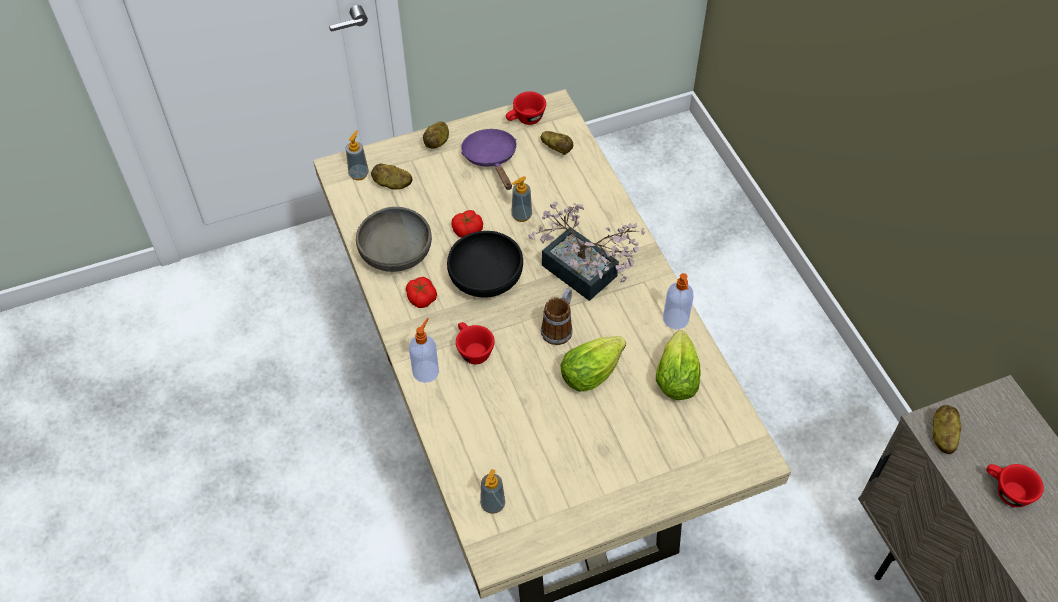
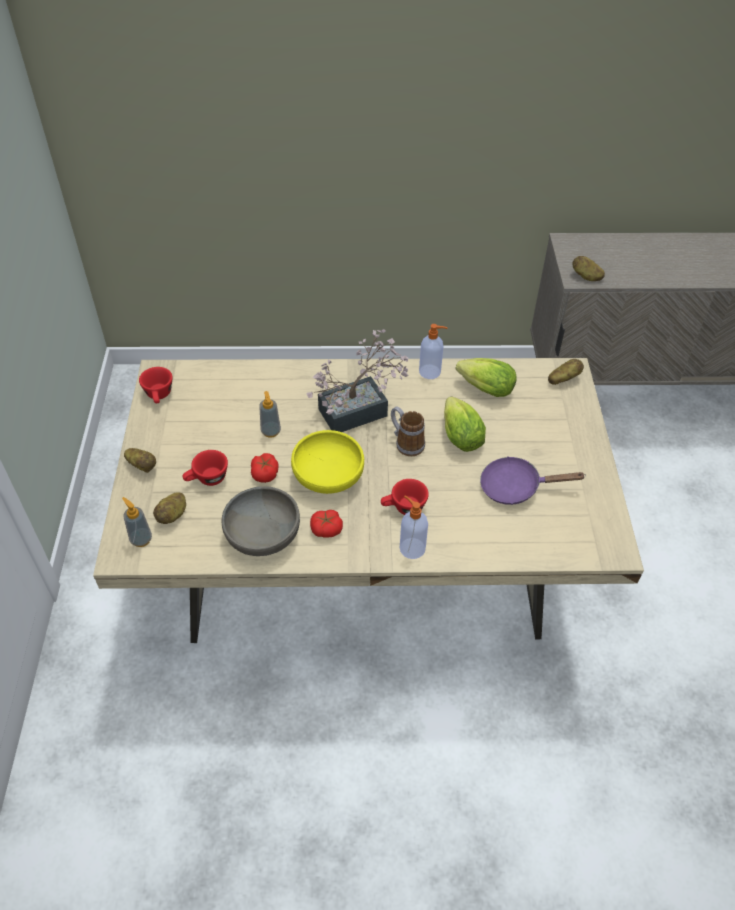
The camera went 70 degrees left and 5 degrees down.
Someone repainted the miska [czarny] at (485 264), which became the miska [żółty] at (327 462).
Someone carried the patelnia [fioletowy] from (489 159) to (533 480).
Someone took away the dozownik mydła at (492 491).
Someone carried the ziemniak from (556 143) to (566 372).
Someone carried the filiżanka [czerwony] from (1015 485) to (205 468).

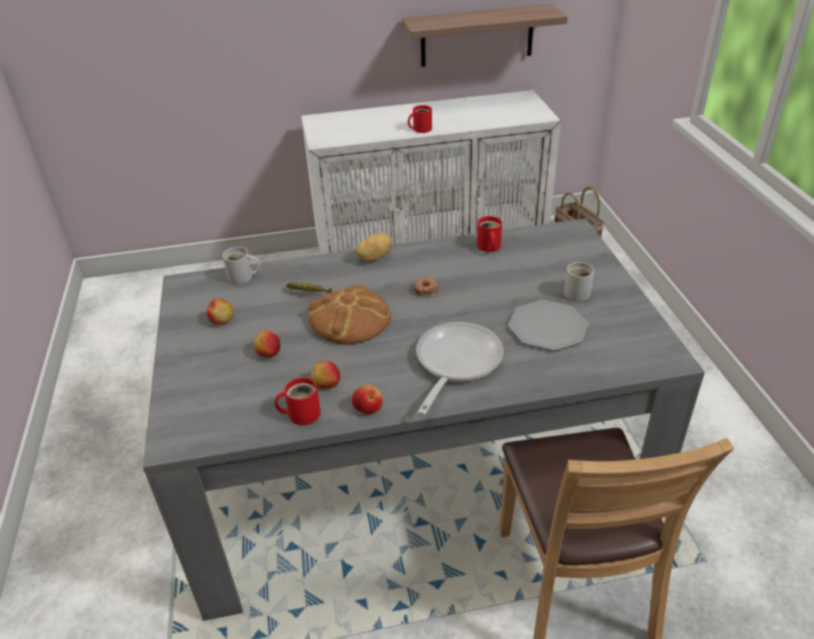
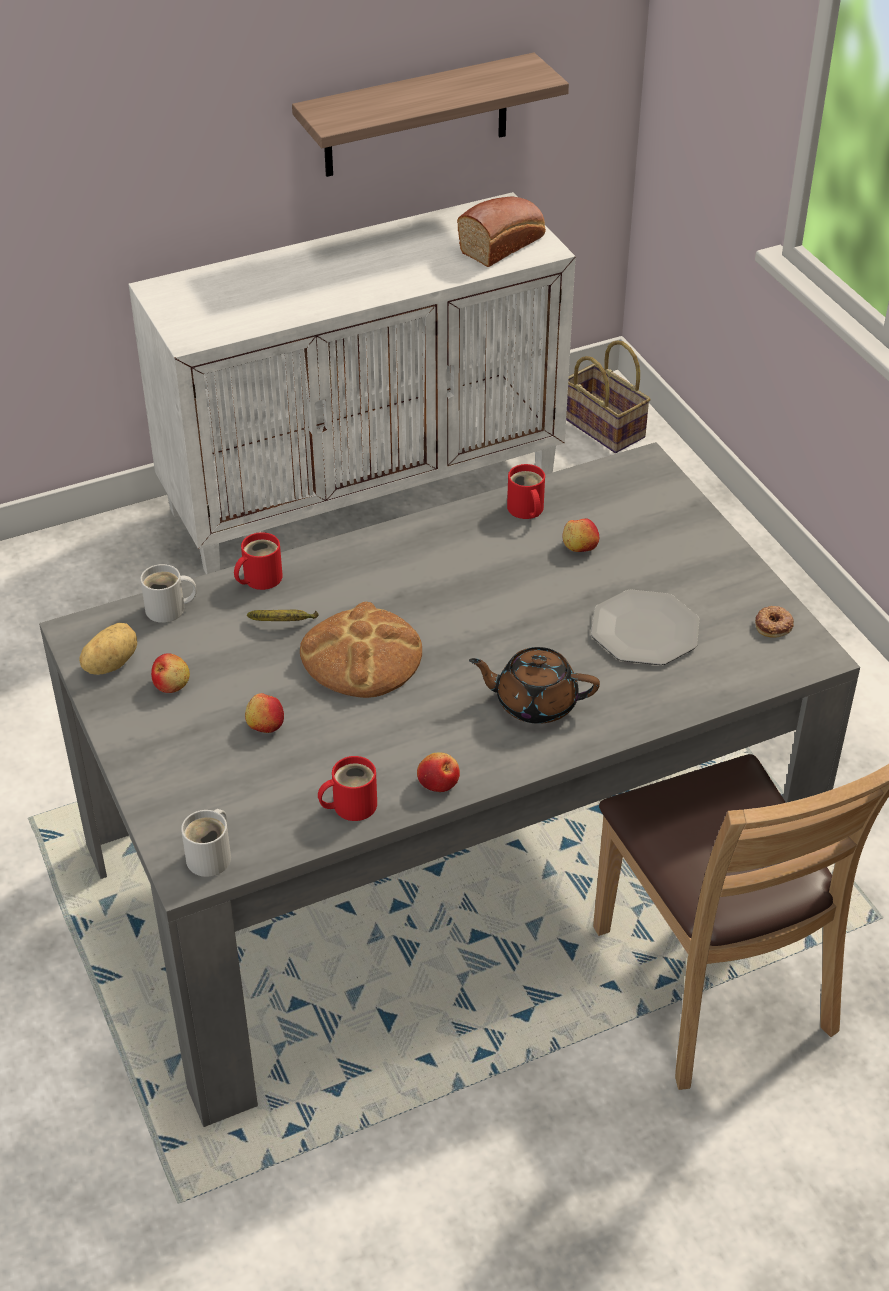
The camera went 15 degrees left and 5 degrees up.
Someone carried the jabłko from (325 374) to (580 535).
Someone carried the ziemniak from (374 246) to (108 649).
Someone carried the kubek [czerwony] from (420 119) to (258 561).
Someone carried the donut from (426 287) to (774 622).
Someone swapped the patelnia at (460 368) for the imbryk [brązowy] at (534 685).
Someone carried the kubek [biały] from (579 281) to (206 843).
Someone put down the chleb at (501 232).

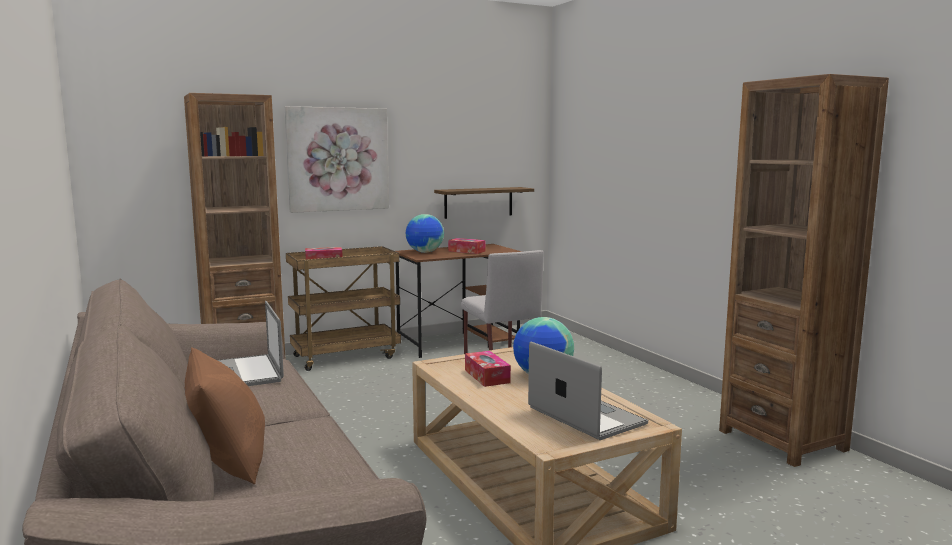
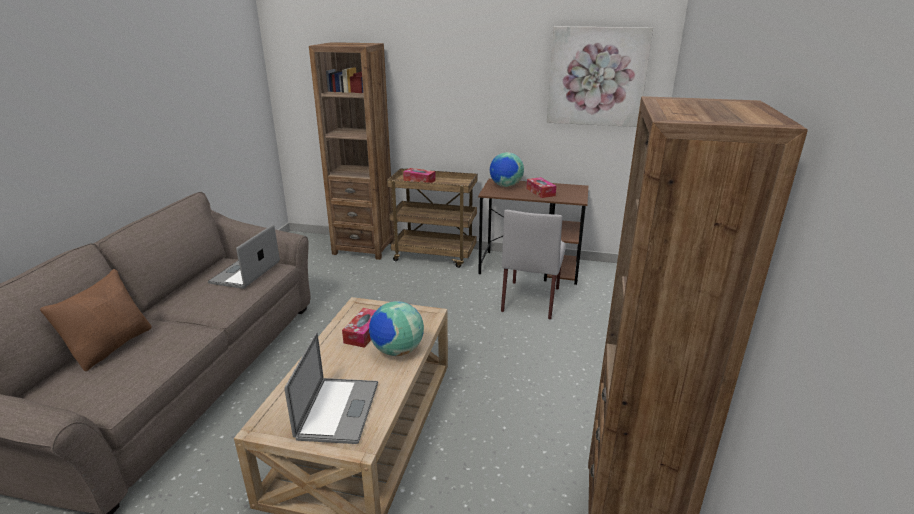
The camera went 40 degrees right and 15 degrees up.
Someone carried the obraz from (337 159) to (600 76).
Someone took away the półka at (484 203).

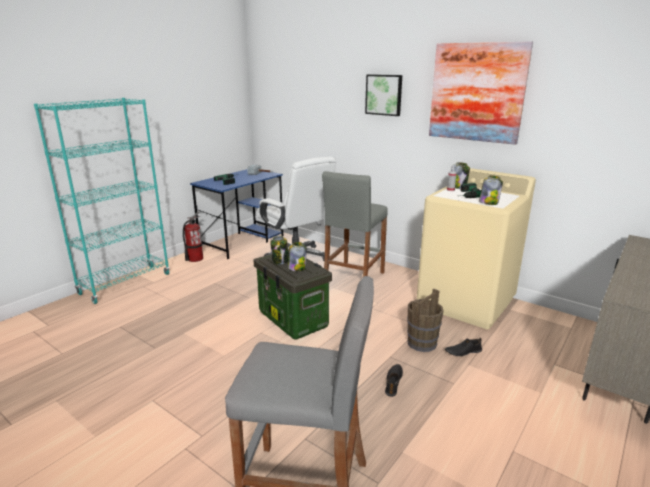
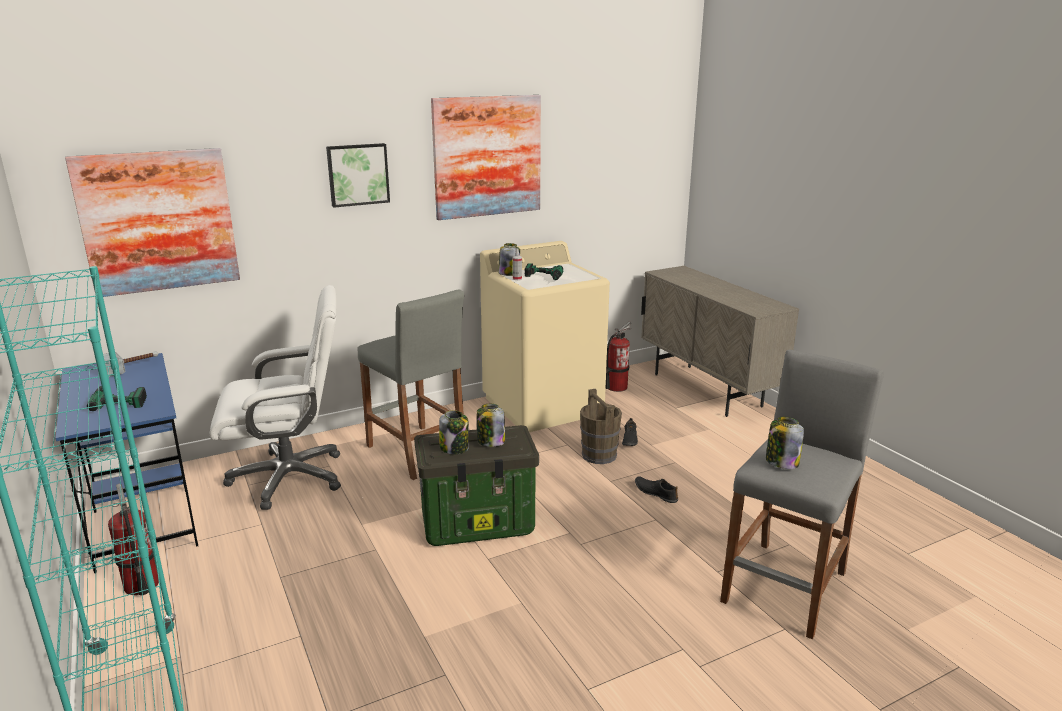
The camera went 65 degrees left and 0 degrees up.
Someone carried the słoik from (491 190) to (785 443).
Someone put up the obraz at (152 222).
Someone put down the gaśnica at (618 357).

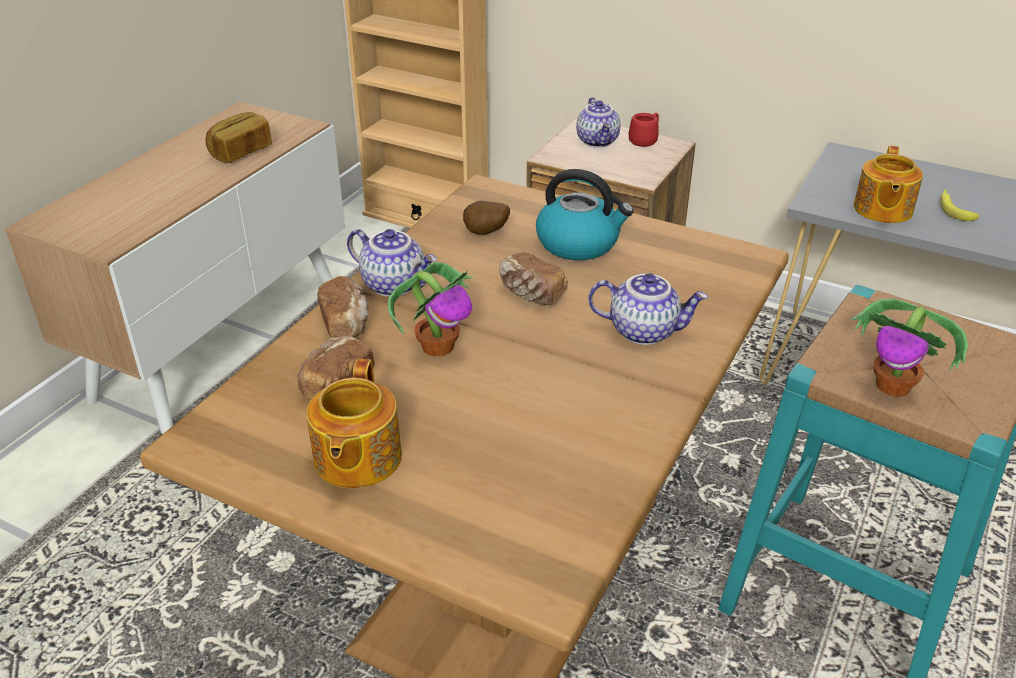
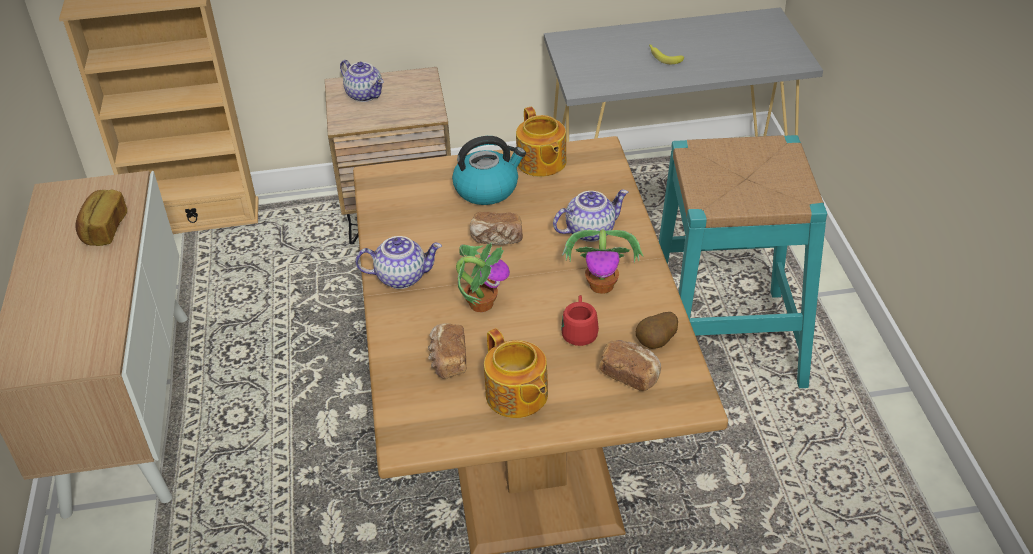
The camera went 35 degrees left and 5 degrees up.
Someone carried the chleb from (343 307) to (630 365).
Someone carried the ziemniak from (486 218) to (656 330).
Someone carried the kubek [czerwony] from (644 130) to (580 320).
Someone carried the roślina doniczkowa from (909 347) to (603 261).
Someone carried the imbryk from (888 184) to (541 142).

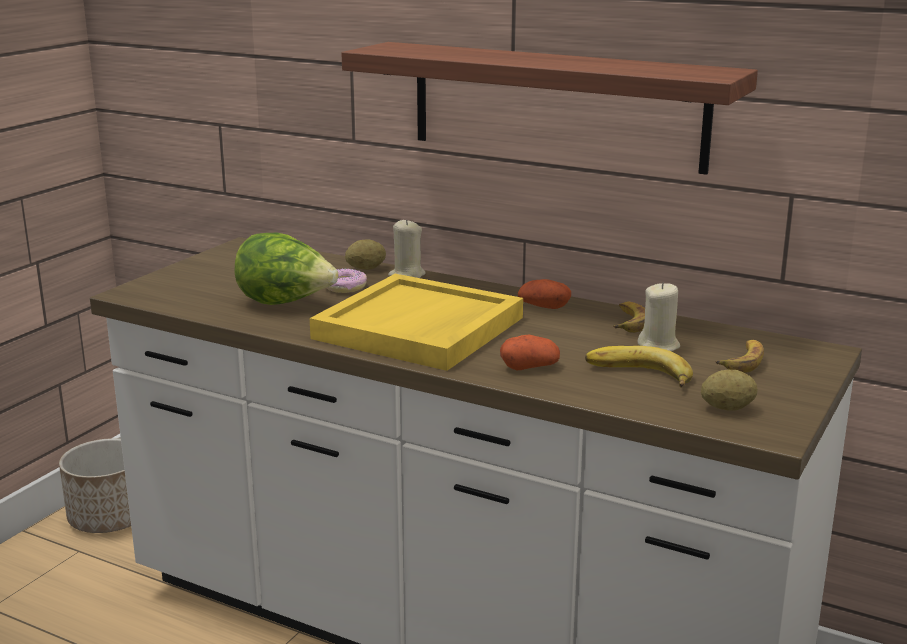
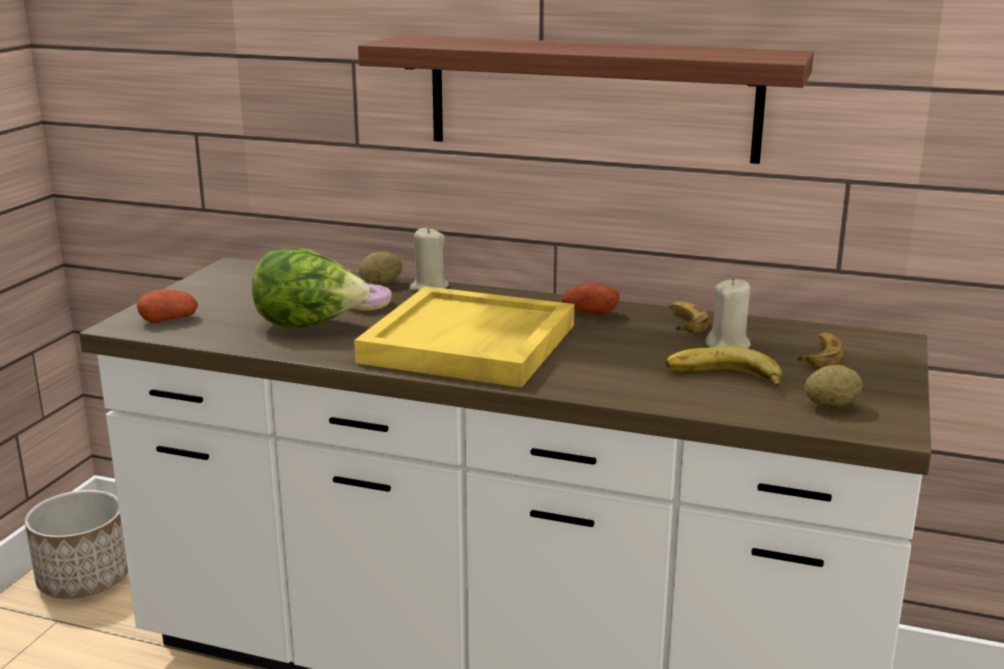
The camera went 10 degrees left and 0 degrees up.
Someone carried the ziemniak from (530 352) to (167 306).

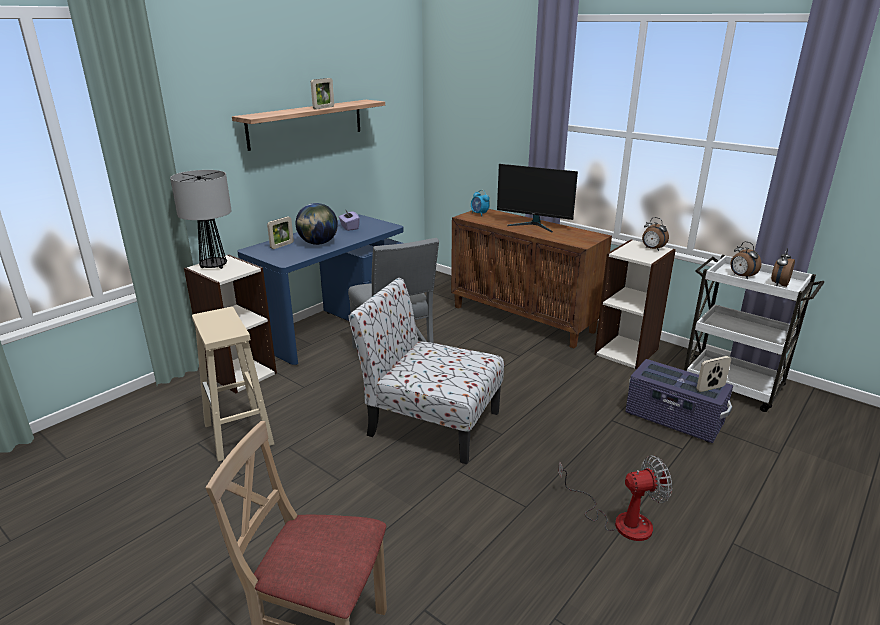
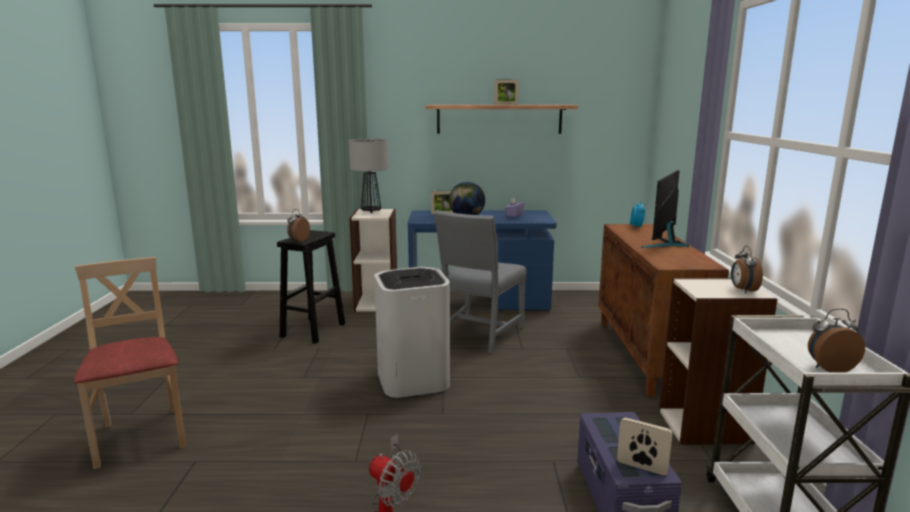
The camera went 50 degrees right and 10 degrees down.
Someone repainted the stołek [beżowy] at (233 384), which became the stołek [czarny] at (311 287).
Someone swapped the krzesło at (426 371) for the kosz na śmieci [biały] at (412 332).
Someone rotated the monitor at (537 198) by 45 degrees clockwise.
Someone carried the budzik from (746 260) to (298 225).

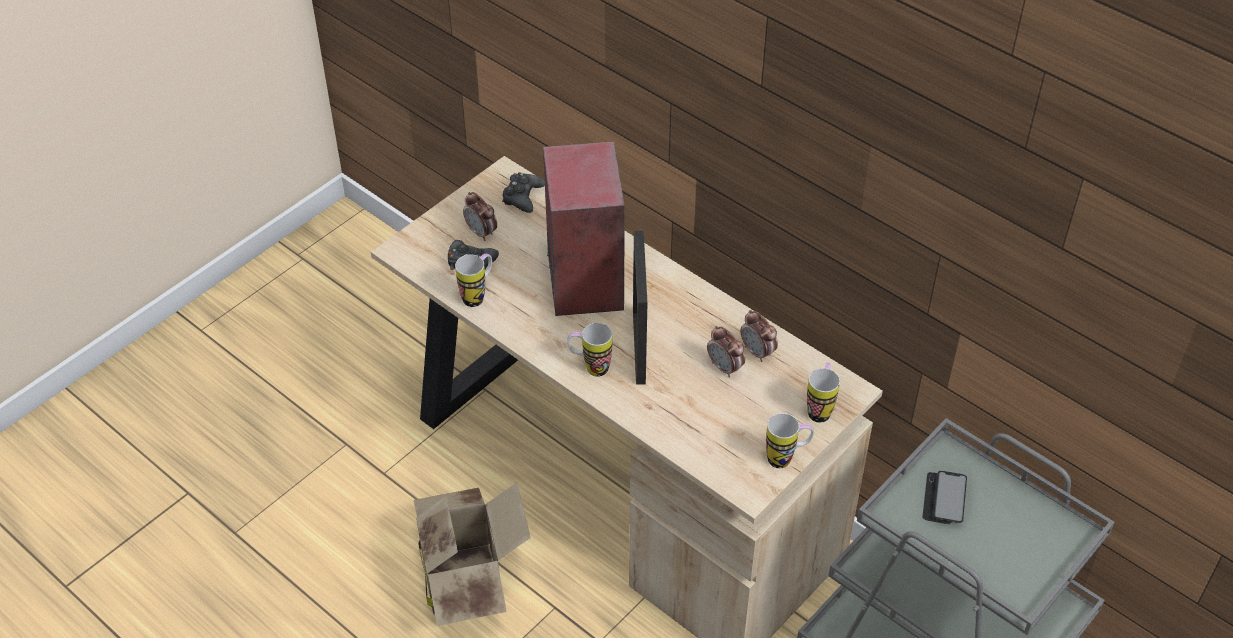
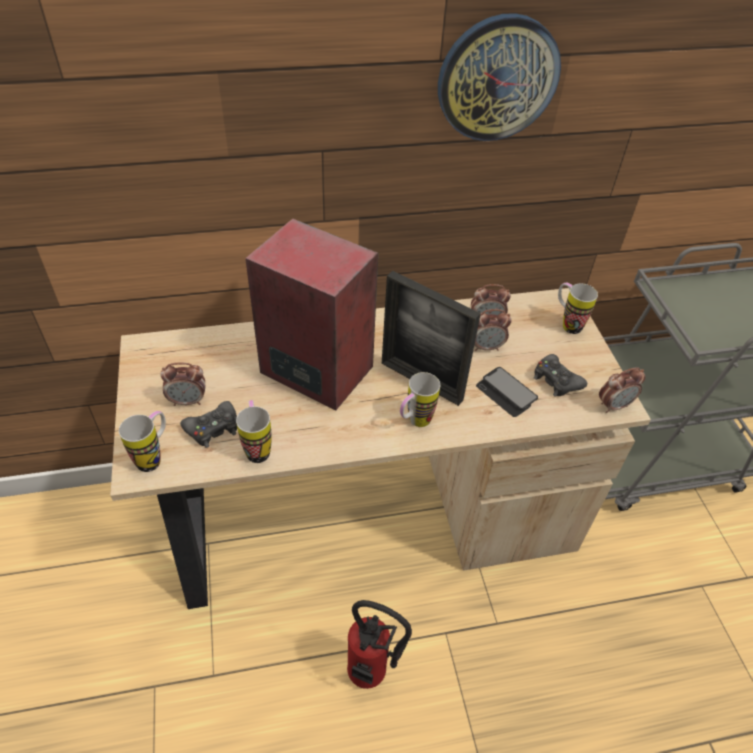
The camera went 55 degrees left and 0 degrees up.
Someone swapped the karton at (472 554) for the gaśnica at (379 644).
Someone carried the pad do gier [czarny] from (523 192) to (560 375).
Someone carried the kubek from (790 440) to (142 441).
Someone carried the telefon from (944 497) to (507 392).
Someone put up the zegar ścienny at (499 77).
Someone put down the budzik at (622 390).

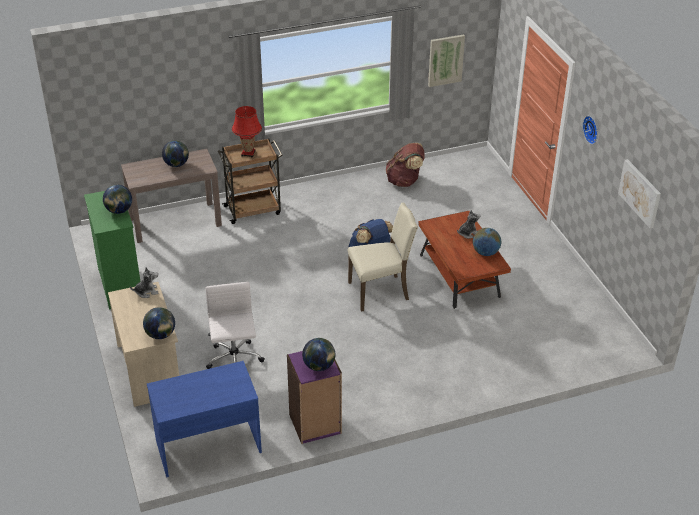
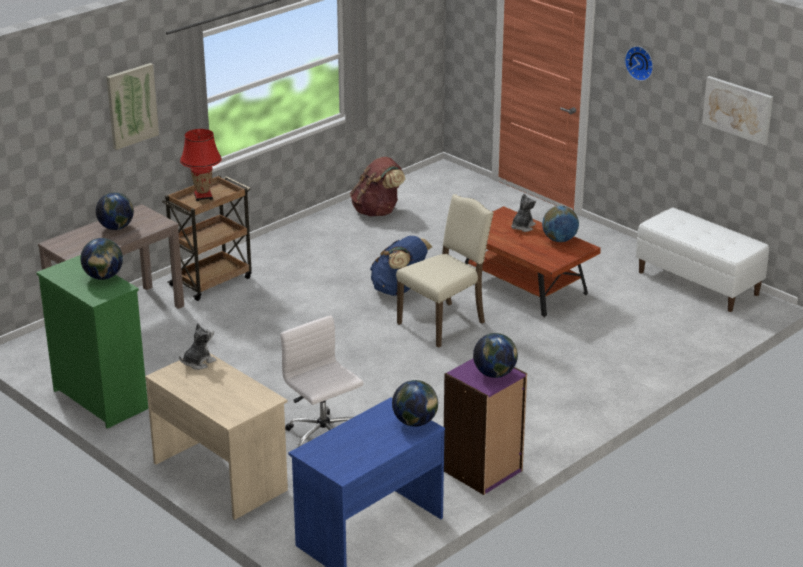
The camera went 25 degrees left and 10 degrees down.
Someone carried the globus from (159 323) to (415 403).
Someone carried the obraz from (446 60) to (133 106).
Someone put down the ławka [biały] at (702 260).

